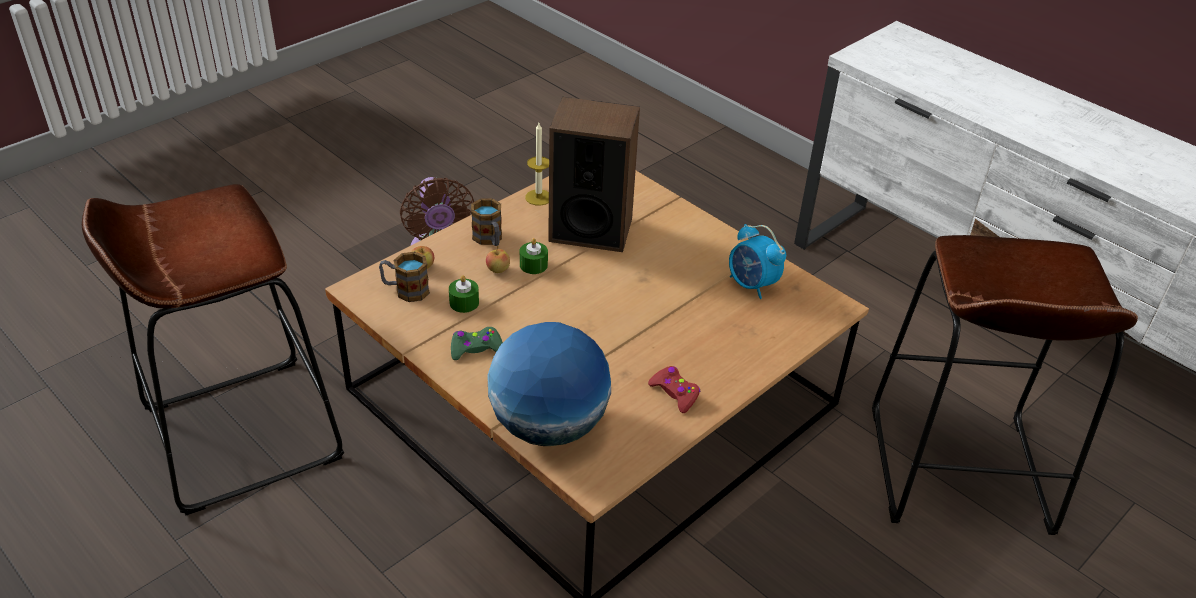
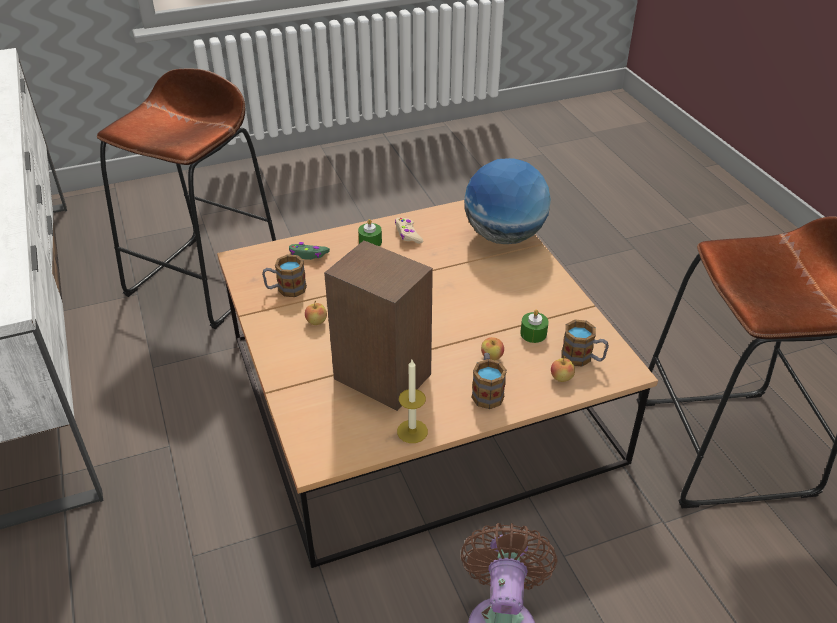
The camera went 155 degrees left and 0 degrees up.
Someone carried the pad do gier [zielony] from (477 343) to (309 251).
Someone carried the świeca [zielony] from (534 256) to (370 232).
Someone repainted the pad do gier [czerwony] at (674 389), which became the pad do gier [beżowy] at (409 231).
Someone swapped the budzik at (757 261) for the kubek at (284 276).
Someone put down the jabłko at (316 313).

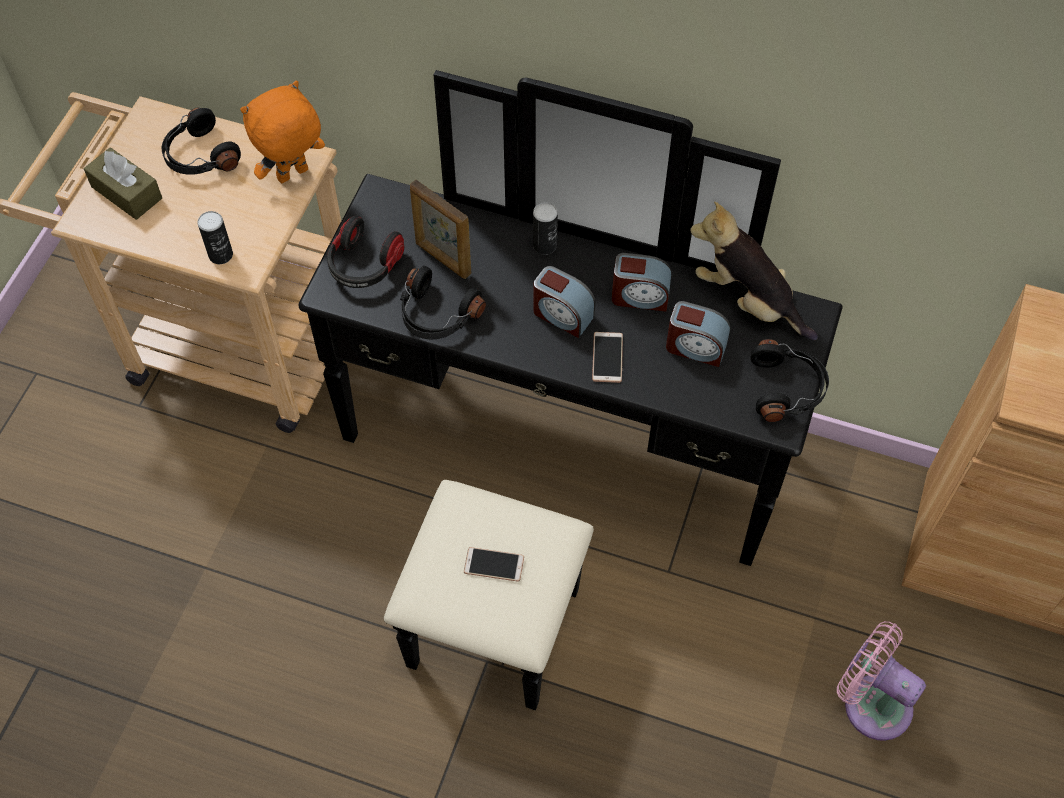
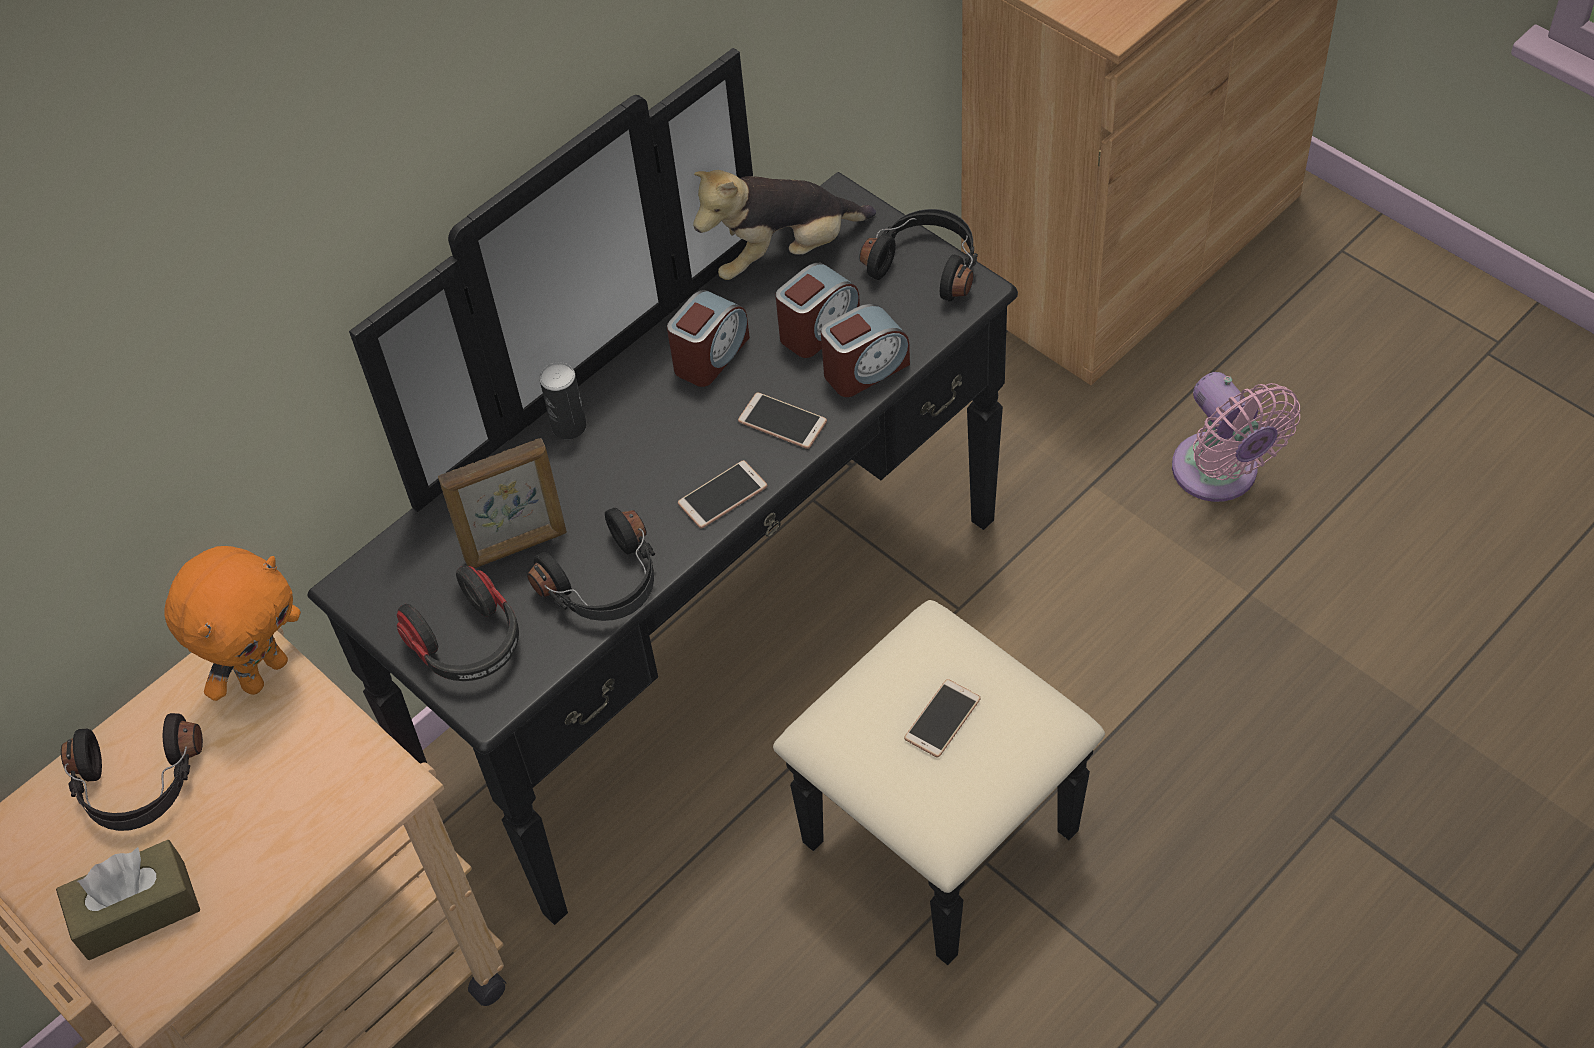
The camera went 60 degrees left and 5 degrees down.
Someone took away the puszka at (215 237).
Someone rotated the pluszak [pomarańczowy] at (282 132) by 135 degrees counterclockwise.
Someone carried the budzik from (564 302) to (865 350).
Someone rotated the wentylator [różowy] at (881 681) by 90 degrees counterclockwise.
Someone put down the telefon at (722 494).

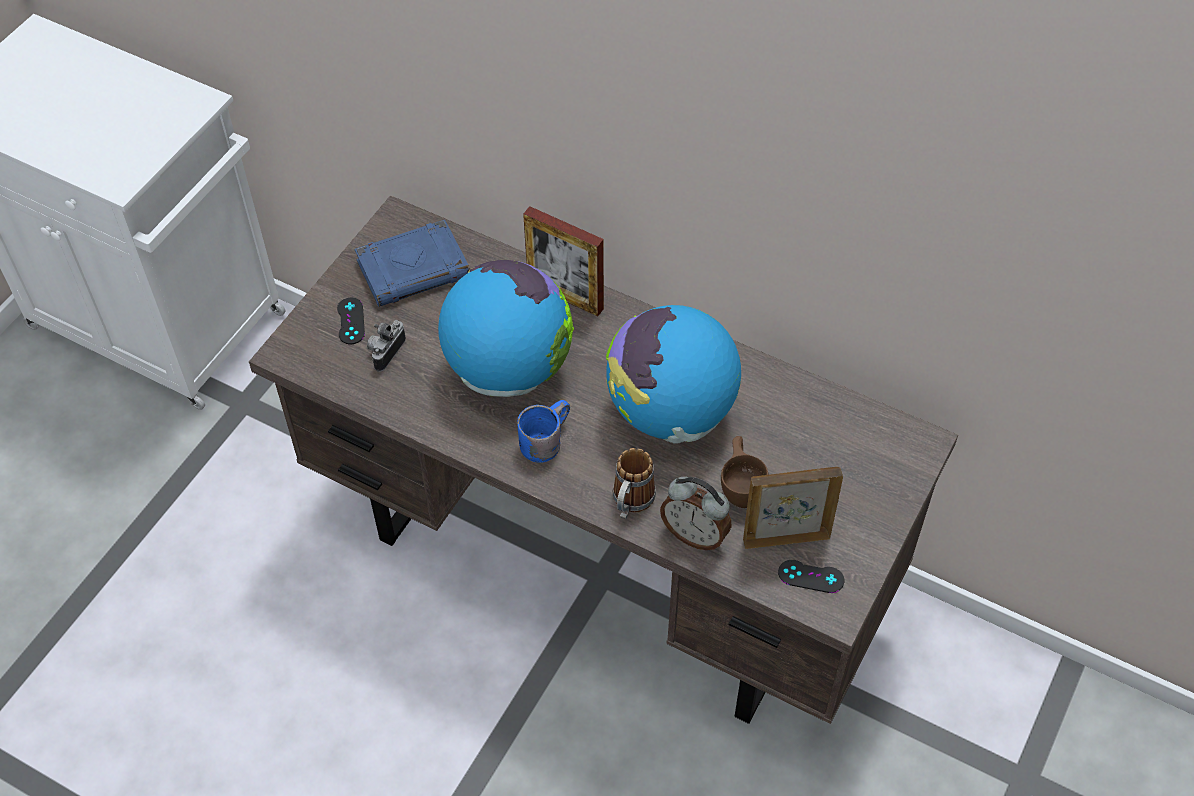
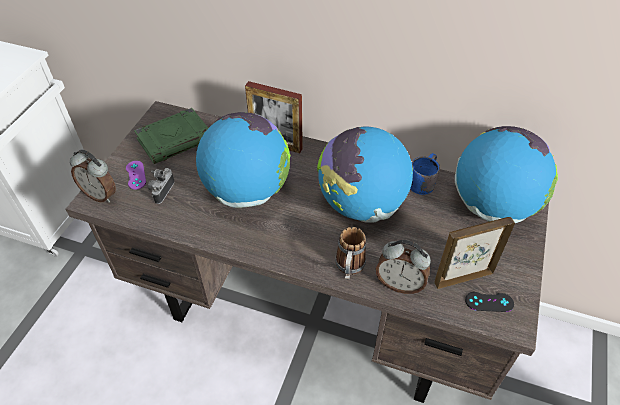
The camera went 10 degrees left and 5 degrees down.
Someone repainted the pad do gier [czarny] at (351 321), which became the pad do gier [fioletowy] at (136 175).
Someone repainted the książka [niebieski] at (412 263), which became the książka [zielony] at (171 136).
Someone carried the kubek [niebieski] from (543 431) to (425 174).
Someone took away the filiżanka [brązowy] at (744 472).
Someone put down the budzik at (93 176).
Someone put down the globus at (506 174).

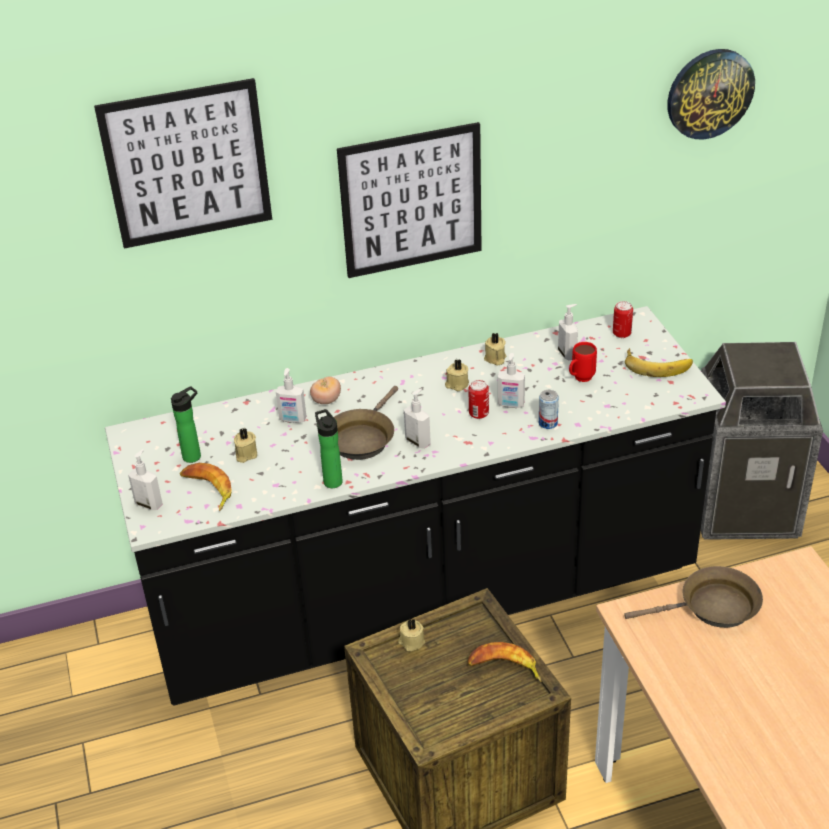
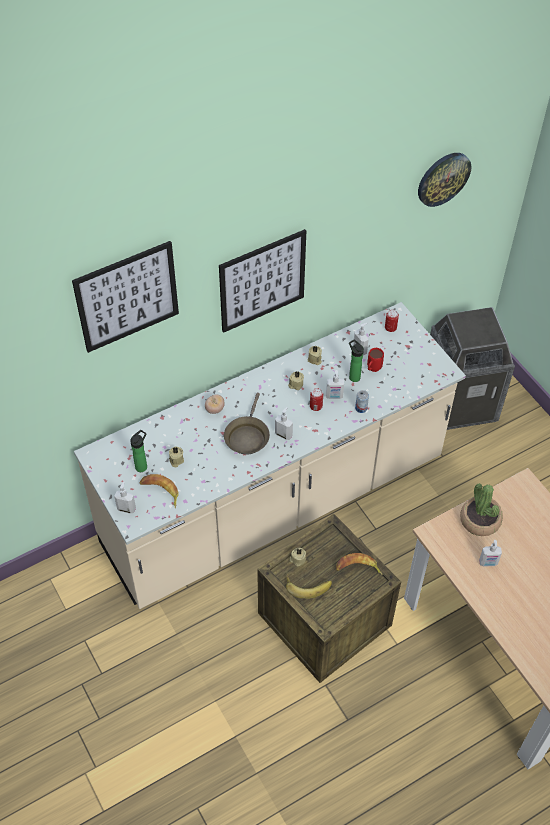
The camera went 15 degrees left and 15 degrees up.
Someone repainted the zabudowa kuchenna [czarny] at (415 506), which became the zabudowa kuchenna [beżowy] at (270 455).
Someone carried the dozownik mydła from (291 395) to (490 553).
Someone carried the butelka from (329 448) to (356 360).
Someone swapped the patelnia [brązowy] at (693 597) for the roślina doniczkowa at (481 509).
Someone carried the banan from (659 362) to (309 587).

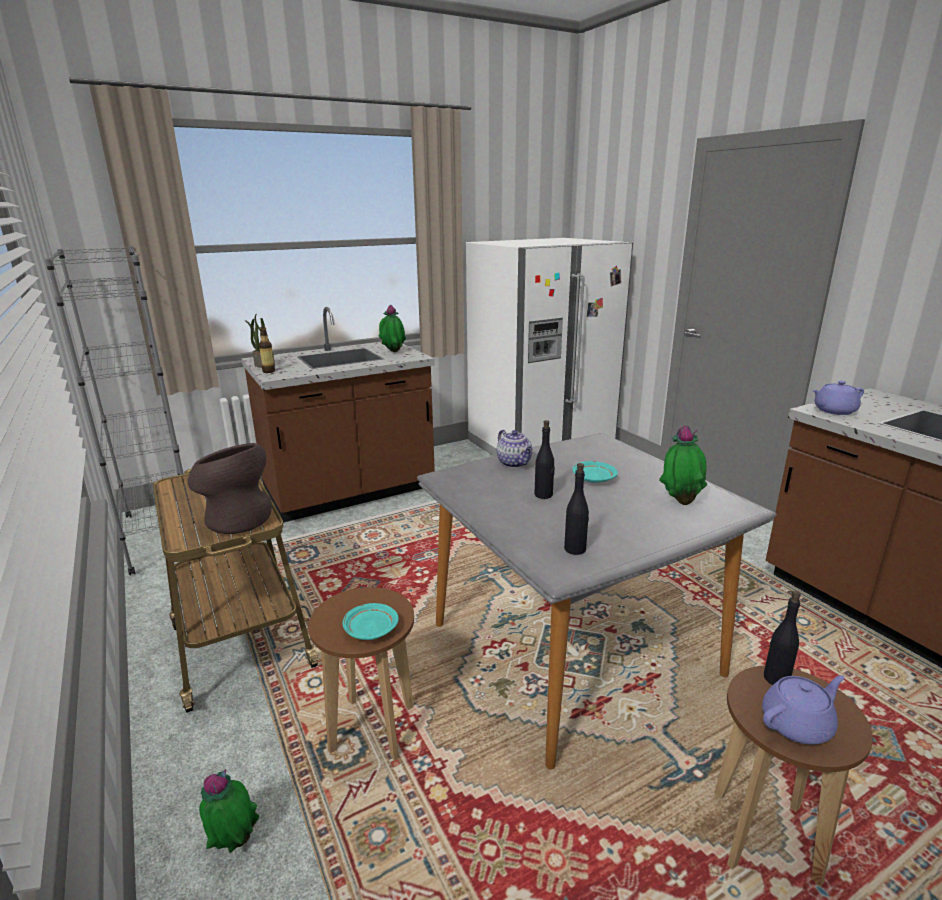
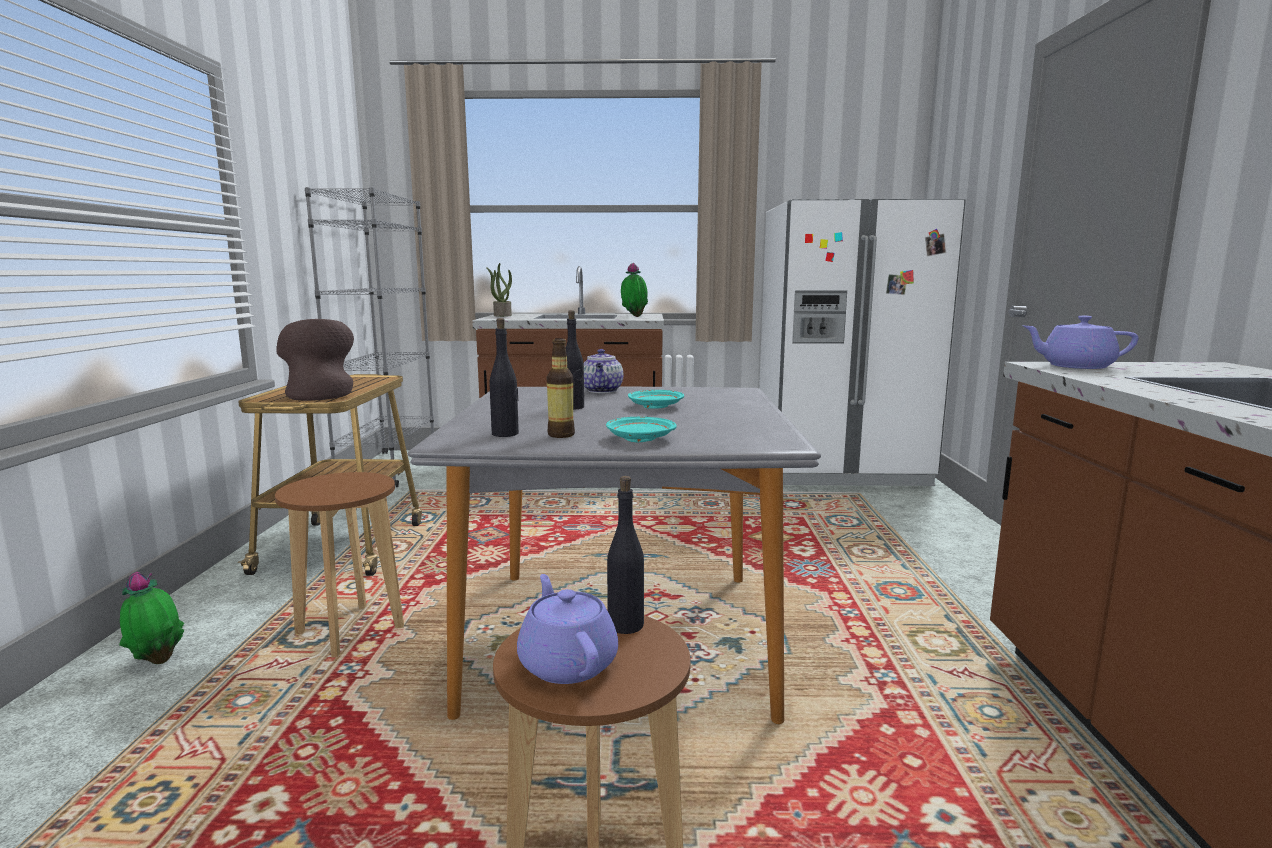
The camera went 30 degrees right and 10 degrees down.
Someone carried the butelka from (267 350) to (561 388).
Someone carried the talerz [turkusowy] from (370 621) to (641 429).
Someone took away the roślina doniczkowa at (683 465).
Someone rotated the imbryk [fioletowy] at (803 710) by 120 degrees counterclockwise.

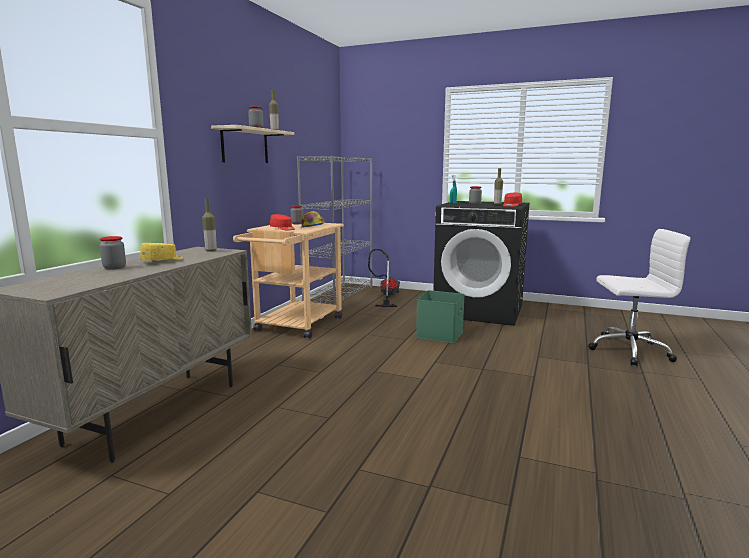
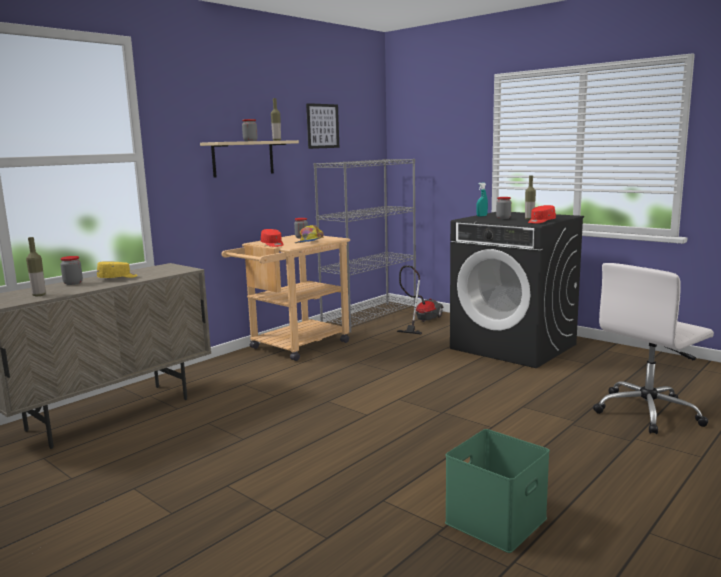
The camera went 20 degrees right and 0 degrees up.
Someone carried the butelka from (209 225) to (36 266).
Someone carried the pojemnik do przechowywania [zielony] from (440 316) to (497 491).
Someone rotated the krzesło biurowe [biały] at (639 297) by 120 degrees clockwise.
Someone put up the obraz at (322 126).

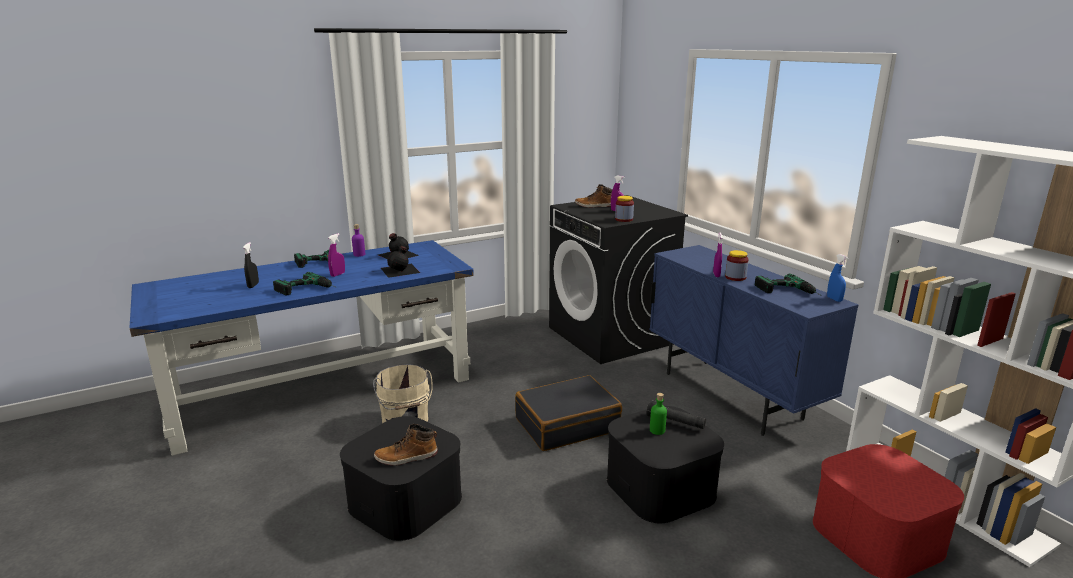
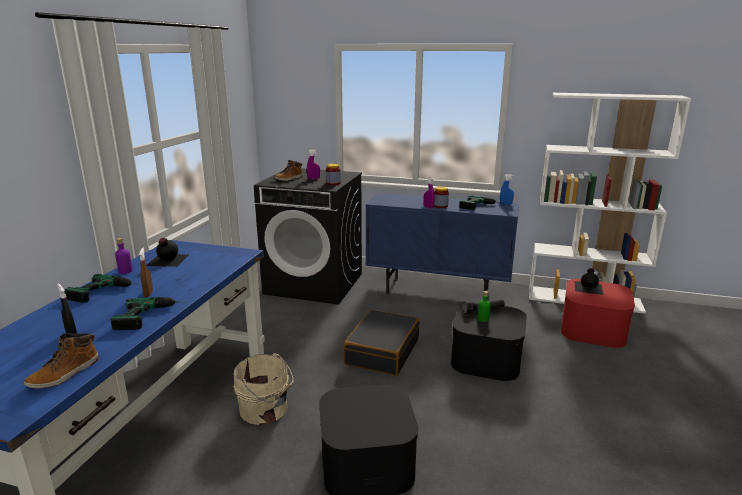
The camera went 45 degrees left and 0 degrees up.
Someone repainted the spryskiwacz [fioletowy] at (336 255), which became the spryskiwacz [brązowy] at (146 272).
Someone carried the but z cholewką from (406 445) to (61 361).
Someone carried the butelka [czarny] from (400 262) to (589 281).

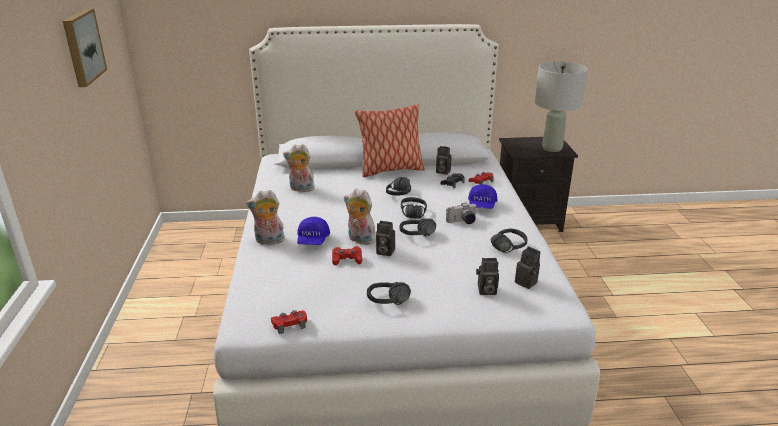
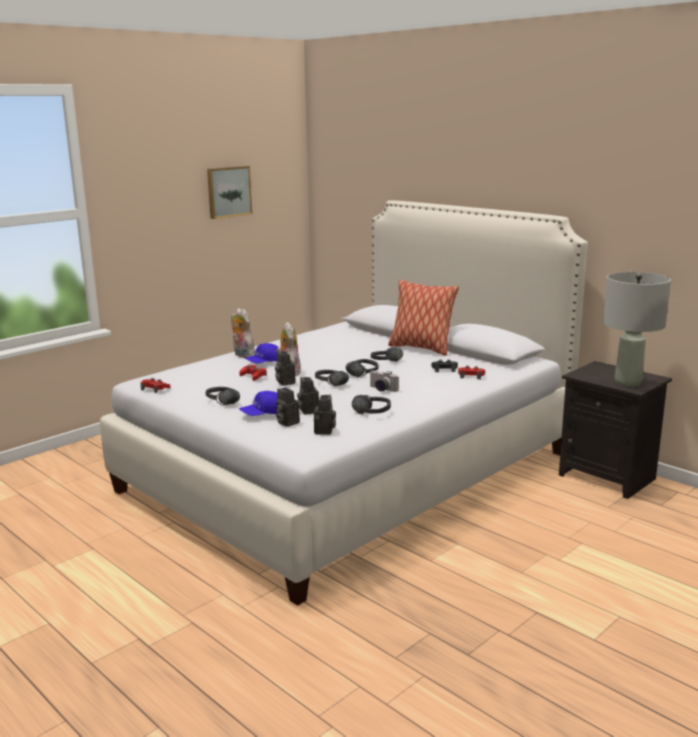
The camera went 50 degrees right and 10 degrees down.
Someone took away the pluszak at (299 168).
Someone carried the aparat fotograficzny from (444 160) to (308 396).
Someone carried the czapka z daszkiem [niebieski] from (482 196) to (258 403).

